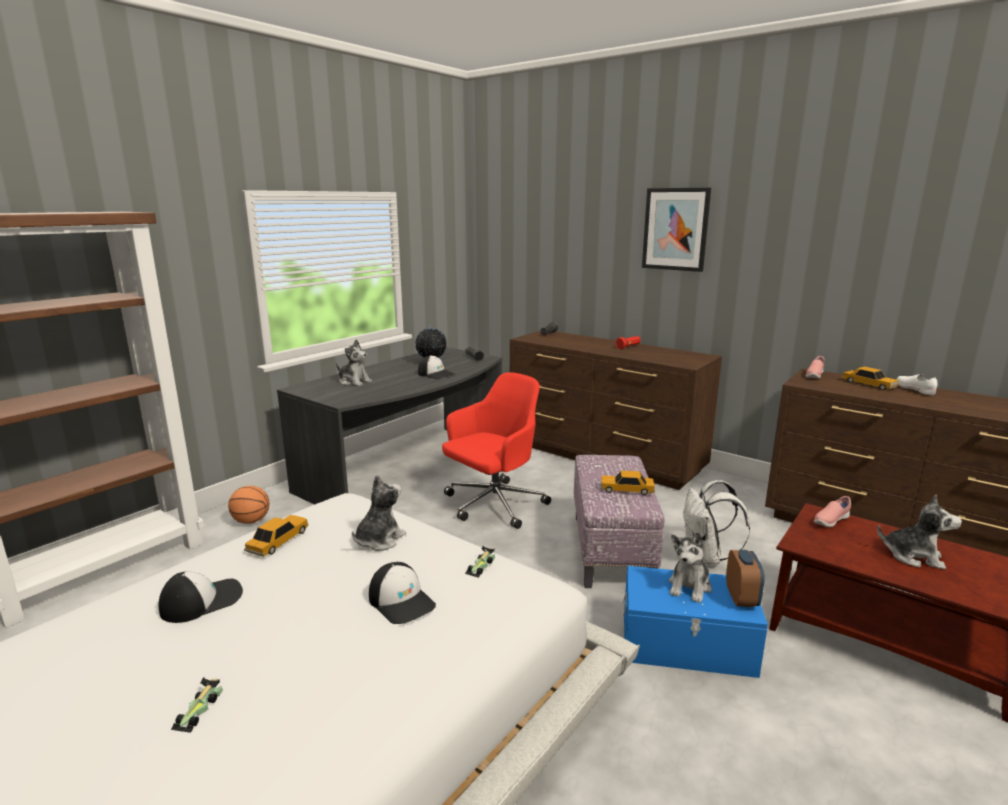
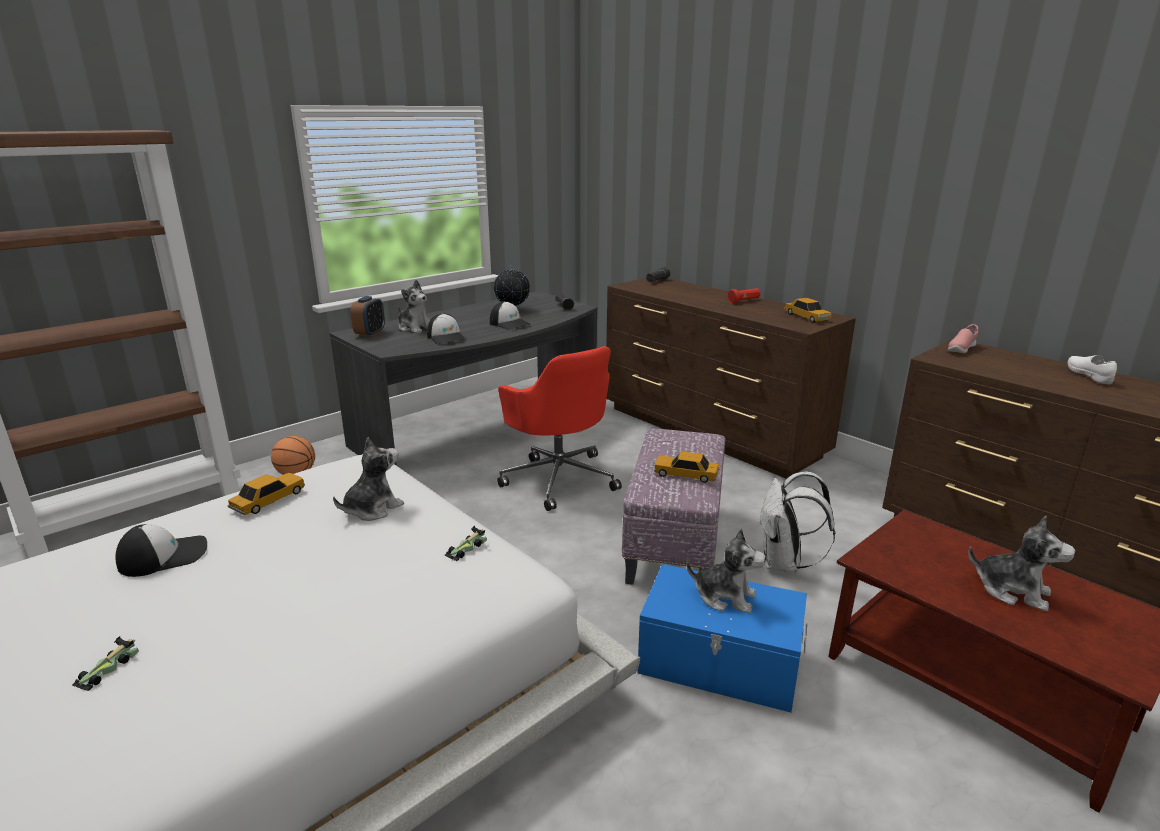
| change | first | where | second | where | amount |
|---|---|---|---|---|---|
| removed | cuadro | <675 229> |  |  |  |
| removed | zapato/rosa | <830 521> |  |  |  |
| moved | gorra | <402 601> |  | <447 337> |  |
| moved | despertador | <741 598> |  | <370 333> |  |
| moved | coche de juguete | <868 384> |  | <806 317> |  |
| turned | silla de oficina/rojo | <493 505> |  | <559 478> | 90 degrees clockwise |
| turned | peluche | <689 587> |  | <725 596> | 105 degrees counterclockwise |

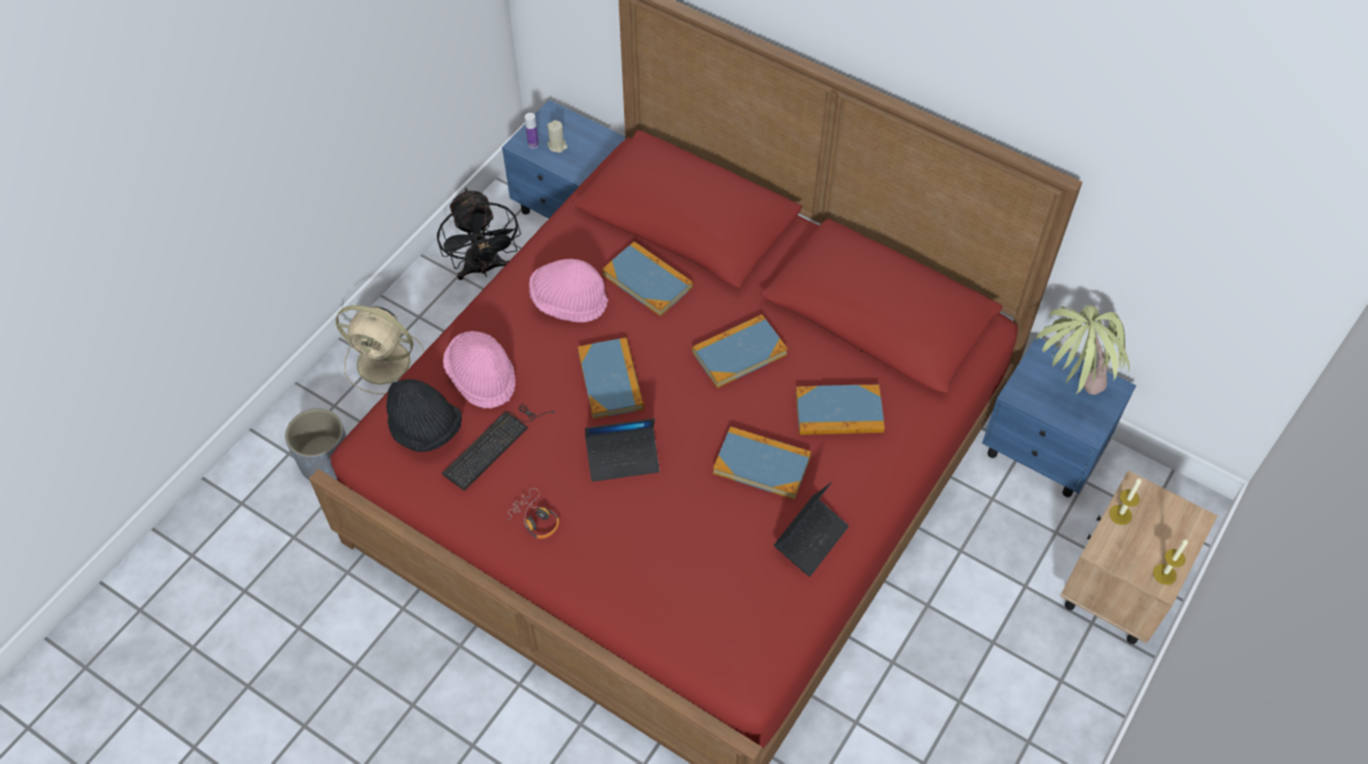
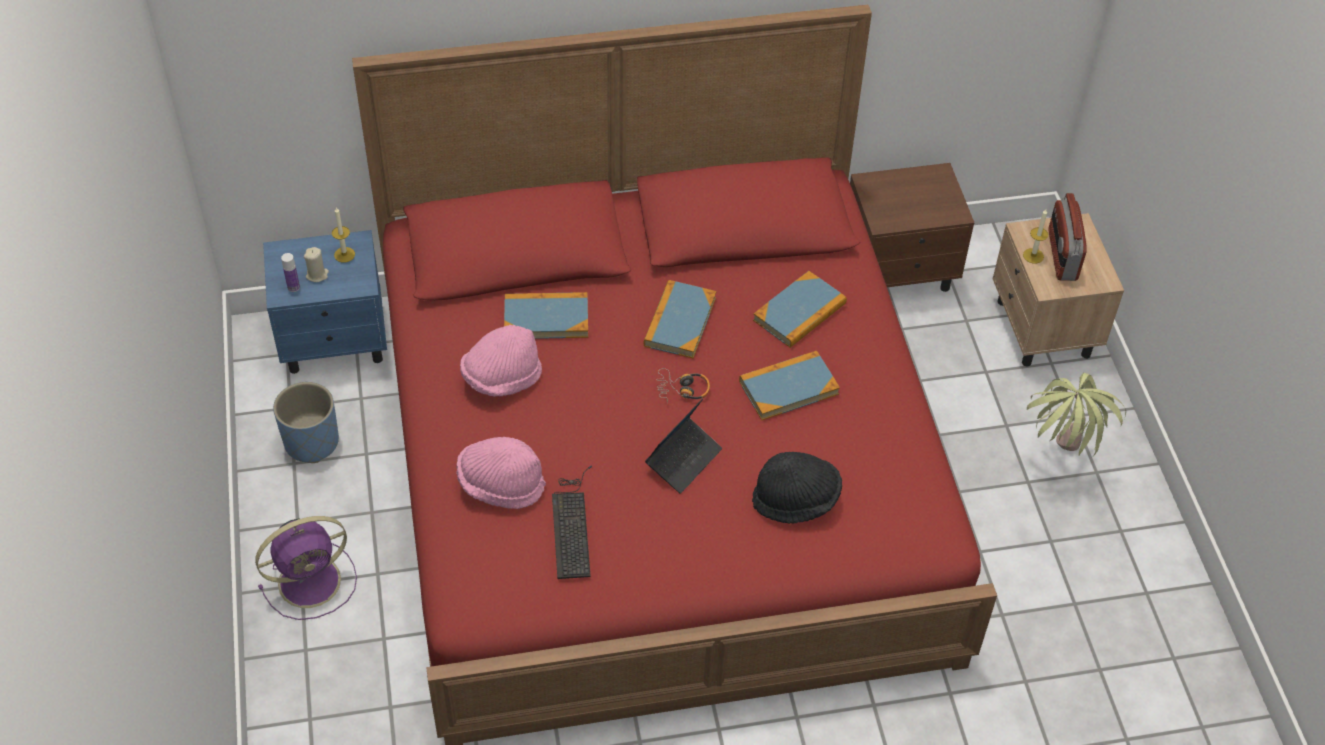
| change | first | where | second | where | amount |
|---|---|---|---|---|---|
| removed | maceta/gris | <326 462> |  |  |  |
| removed | libro | <610 380> |  |  |  |
| removed | portátil | <810 539> |  |  |  |
| added |  |  | radio | <1061 255> |  |
| moved | sombrero/negro | <426 429> |  | <796 500> |  |
| moved | auriculares | <535 519> |  | <682 390> |  |
| moved | planta en maceta | <1065 394> |  | <1056 464> |  |
| moved | vela | <1164 574> |  | <344 254> |  |
| replaced | ventilador/negro | <484 269> | maceta/azul | <311 442> |  |
| recoloured | ventilador/beis | <386 363> | ventilador/morado | <312 580> |  |
| recoloured | mesita de noche/azul | <1044 452> | mesita de noche/marrón | <900 271> |  |

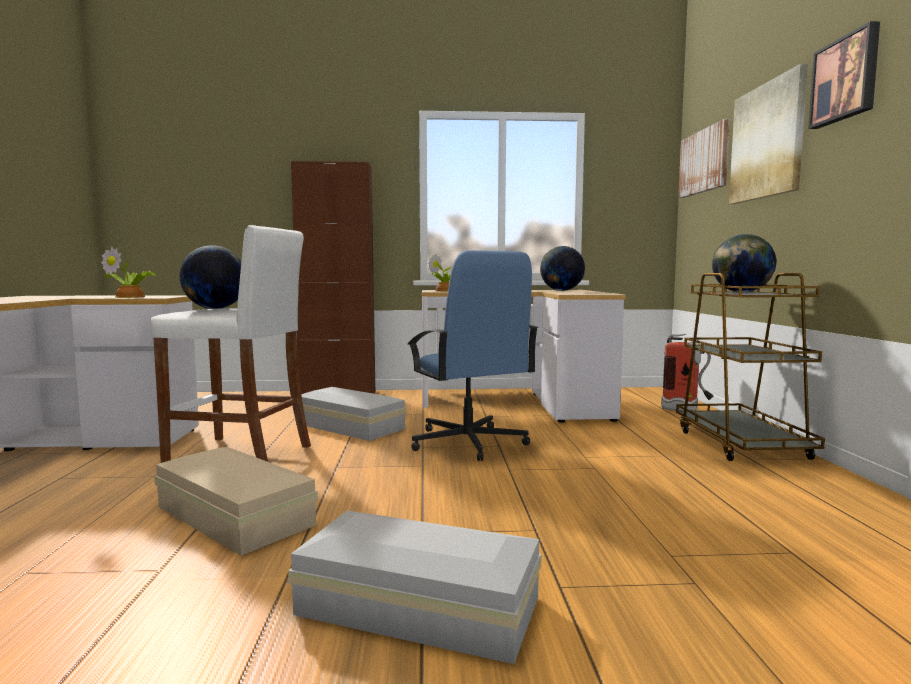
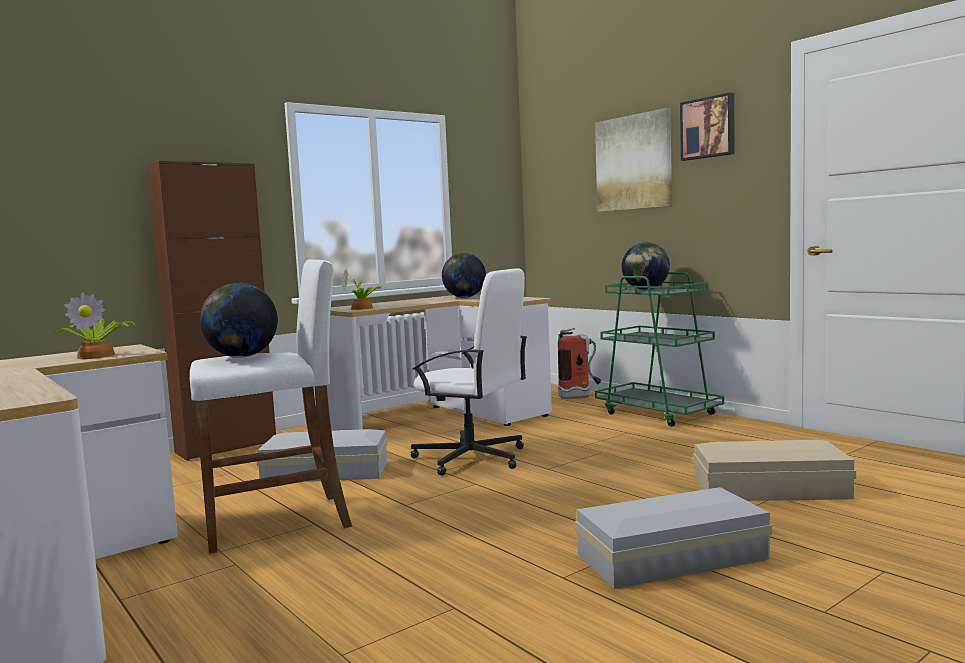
| change | first | where | second | where | amount |
|---|---|---|---|---|---|
| removed | cuadro | <704 161> |  |  |  |
| moved | caja de almacenaje/beis | <234 517> |  | <773 489> |  |
| recoloured | silla de oficina/azul | <468 443> | silla de oficina/blanco | <472 458> |  |
| recoloured | carrito/marrón | <741 444> | carrito/verde | <658 413> |  |

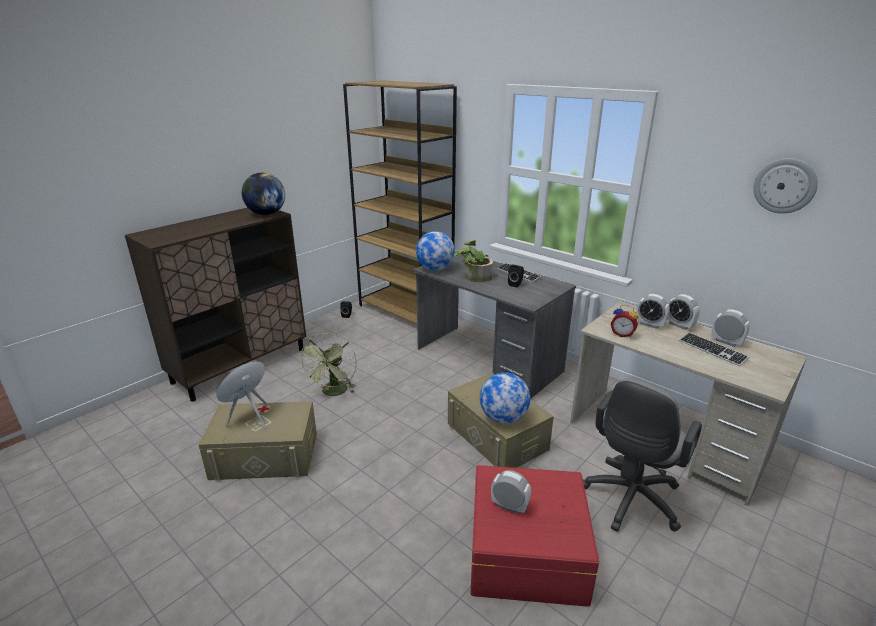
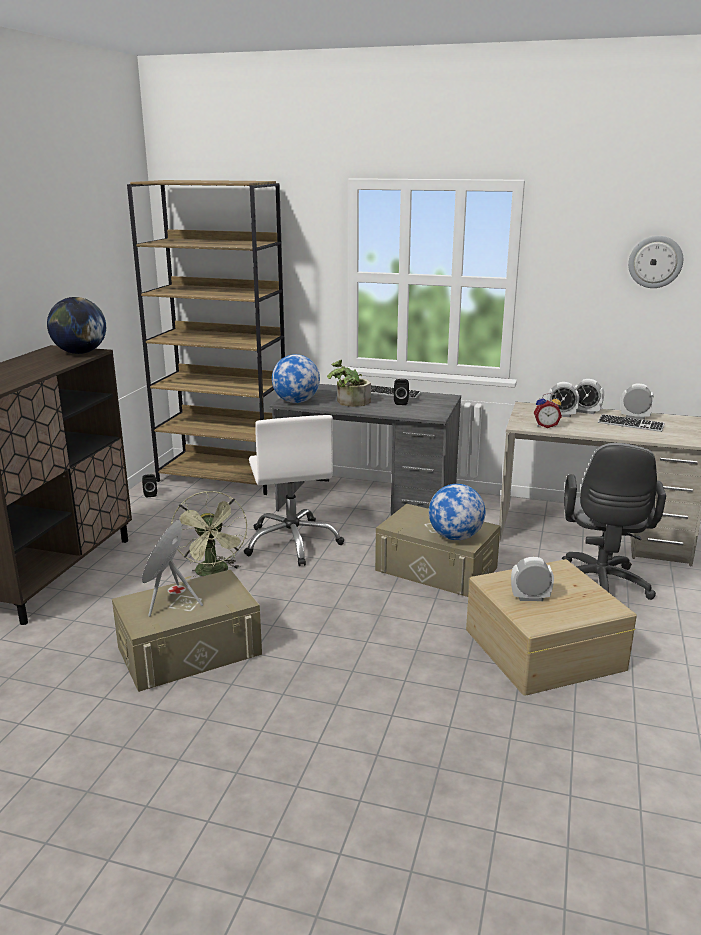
| change | first | where | second | where | amount |
|---|---|---|---|---|---|
| added |  |  | silla de oficina/blanco | <292 542> |  |
| recoloured | caja de almacenaje/rojo | <525 550> | caja de almacenaje/beis | <542 649> |  |

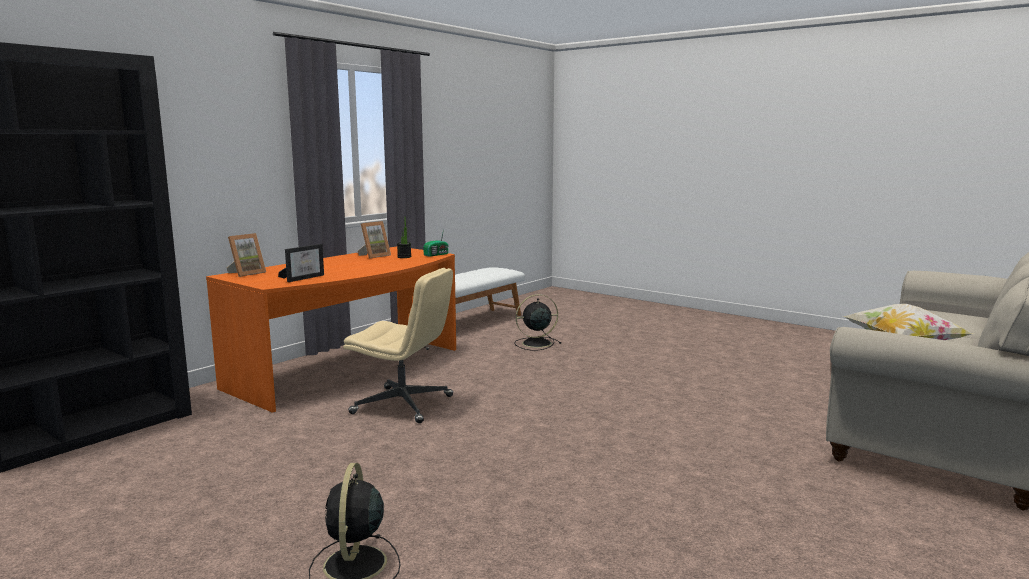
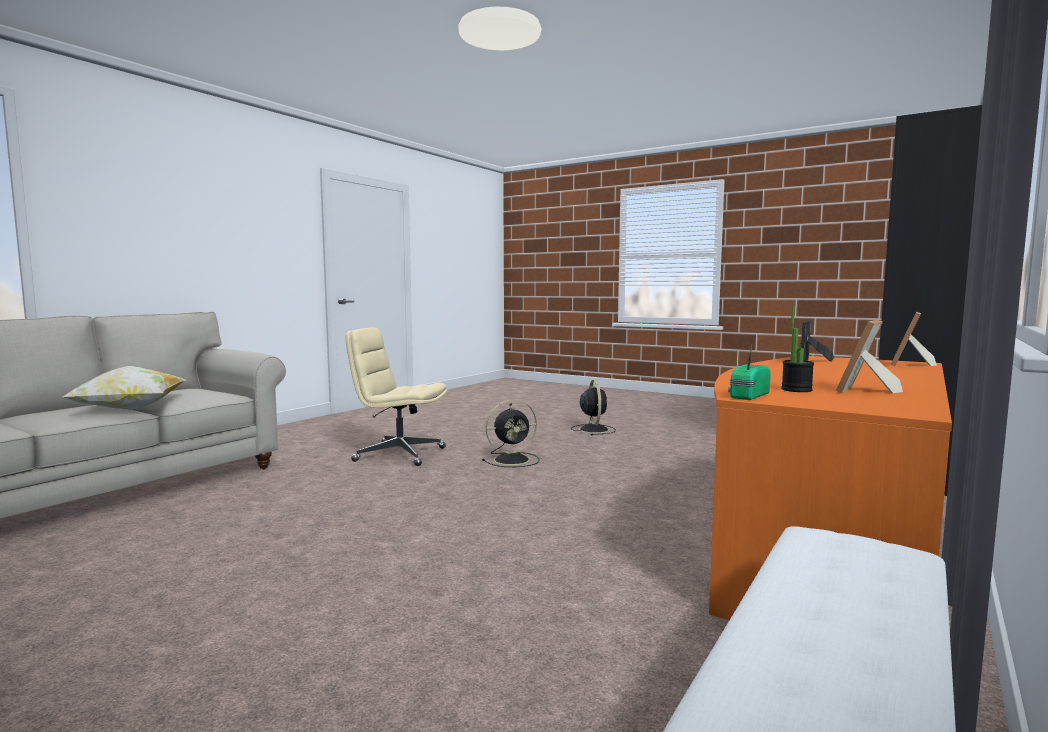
| change | first | where | second | where | amount |
|---|---|---|---|---|---|
| moved | silla de oficina/beis | <404 405> |  | <399 454> |  |
| moved | ventilador/negro | <535 343> |  | <513 460> |  |

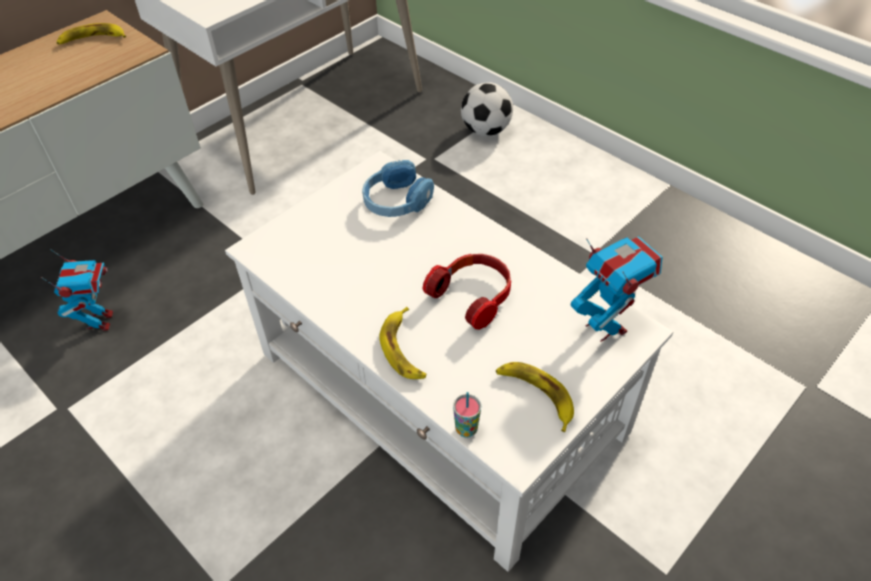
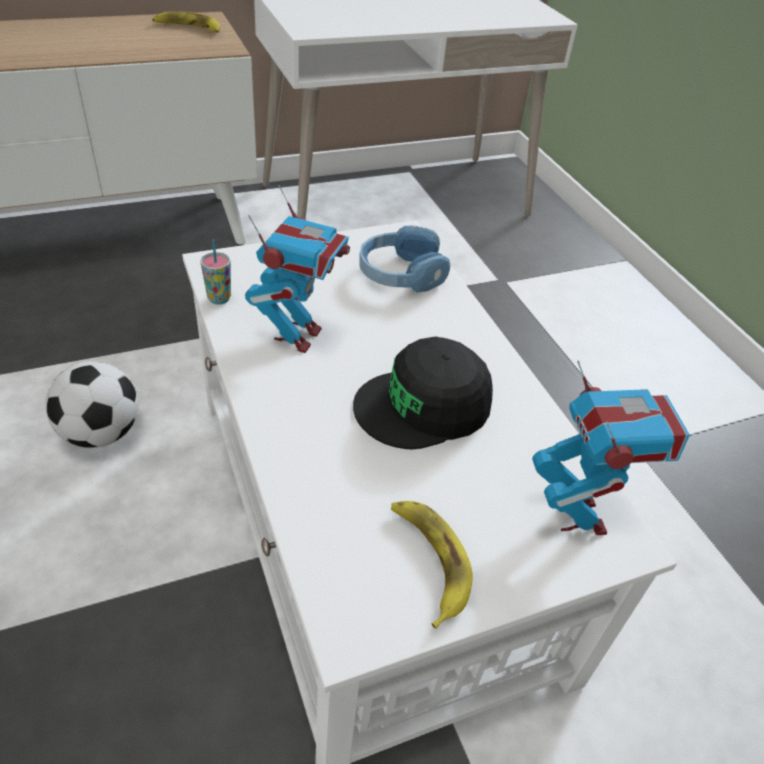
| change | first | where | second | where | amount |
|---|---|---|---|---|---|
| removed | plátano | <404 349> |  |  |  |
| moved | robot de juguete | <100 321> |  | <297 336> |  |
| moved | taza | <466 429> |  | <219 298> |  |
| moved | balón de fútbol | <486 130> |  | <101 433> |  |
| replaced | auriculares | <473 295> | gorra/negro | <424 405> |  |

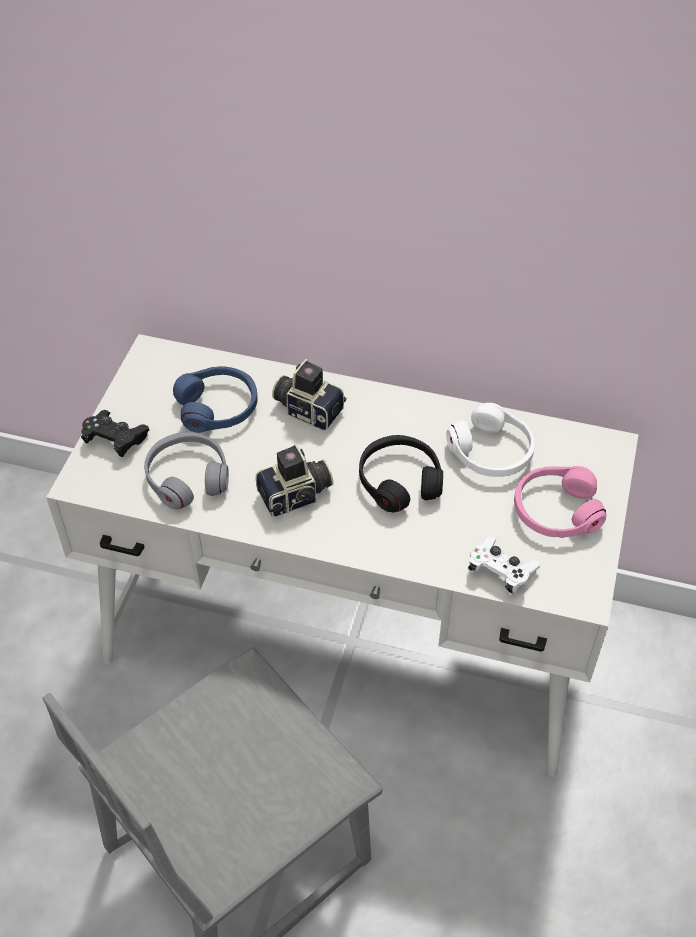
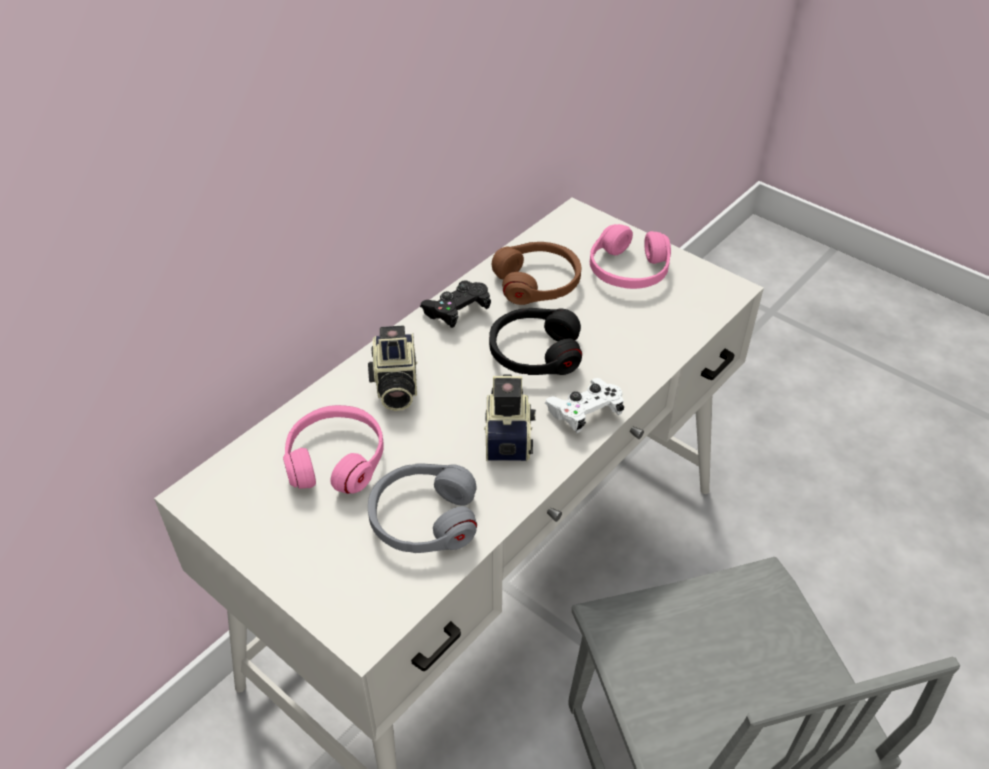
| change | first | where | second | where | amount |
|---|---|---|---|---|---|
| moved | mando de consola/negro | <115 439> |  | <457 311> |  |
| moved | mando de consola/blanco | <500 572> |  | <585 413> |  |
| recoloured | auriculares/azul | <218 407> | auriculares/rosa | <336 459> |  |
| recoloured | auriculares/blanco | <491 452> | auriculares/marrón | <537 283> |  |
| turned | cámara | <309 409> |  | <394 386> | 60 degrees counterclockwise |

